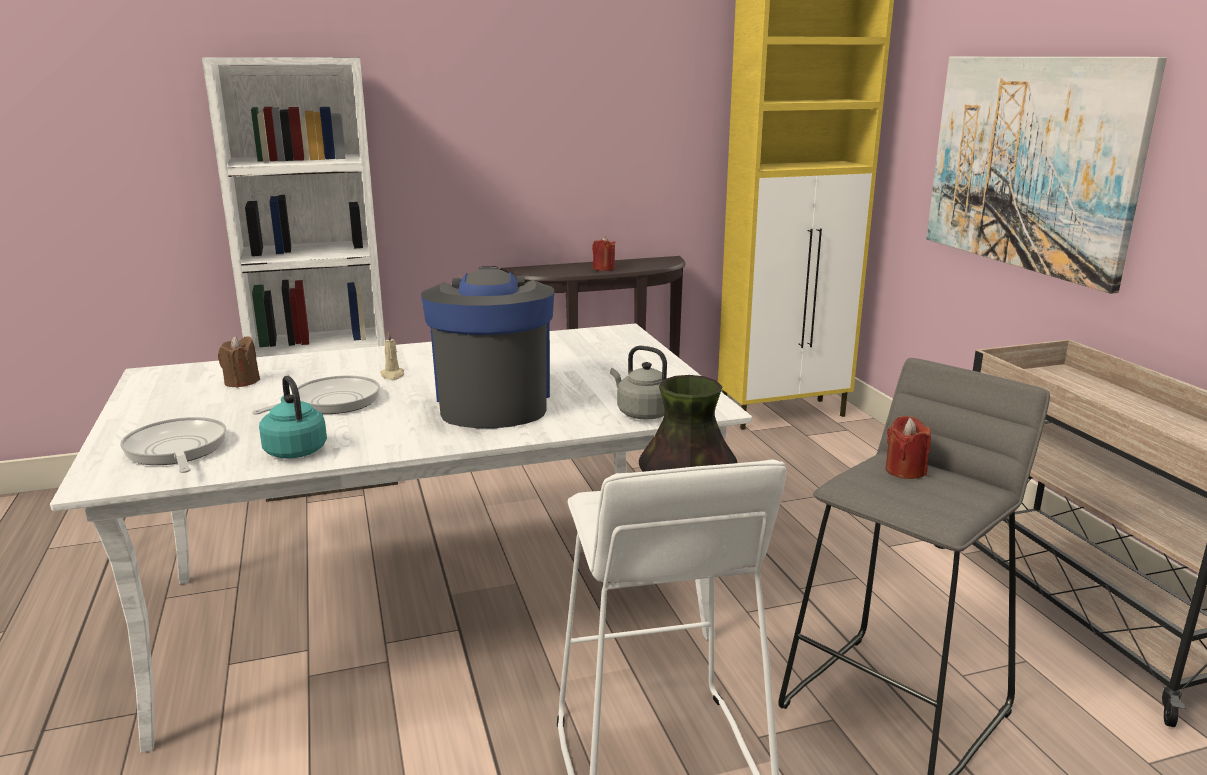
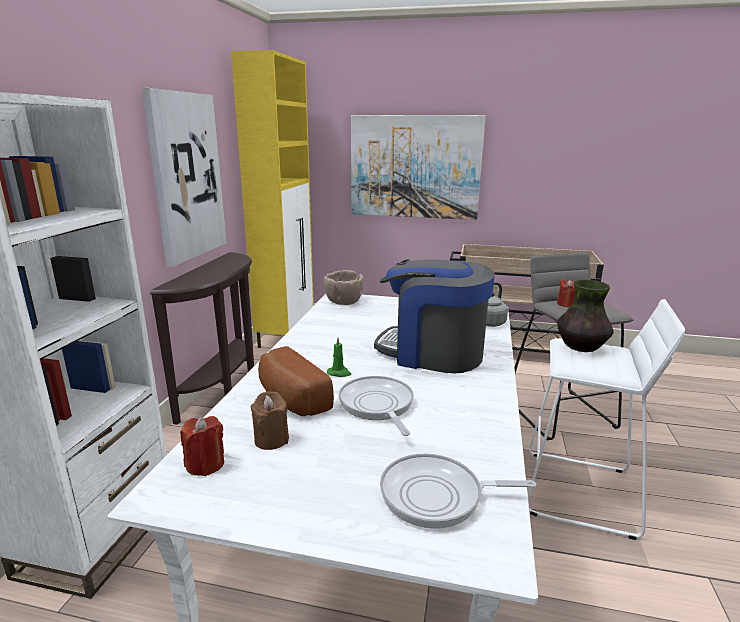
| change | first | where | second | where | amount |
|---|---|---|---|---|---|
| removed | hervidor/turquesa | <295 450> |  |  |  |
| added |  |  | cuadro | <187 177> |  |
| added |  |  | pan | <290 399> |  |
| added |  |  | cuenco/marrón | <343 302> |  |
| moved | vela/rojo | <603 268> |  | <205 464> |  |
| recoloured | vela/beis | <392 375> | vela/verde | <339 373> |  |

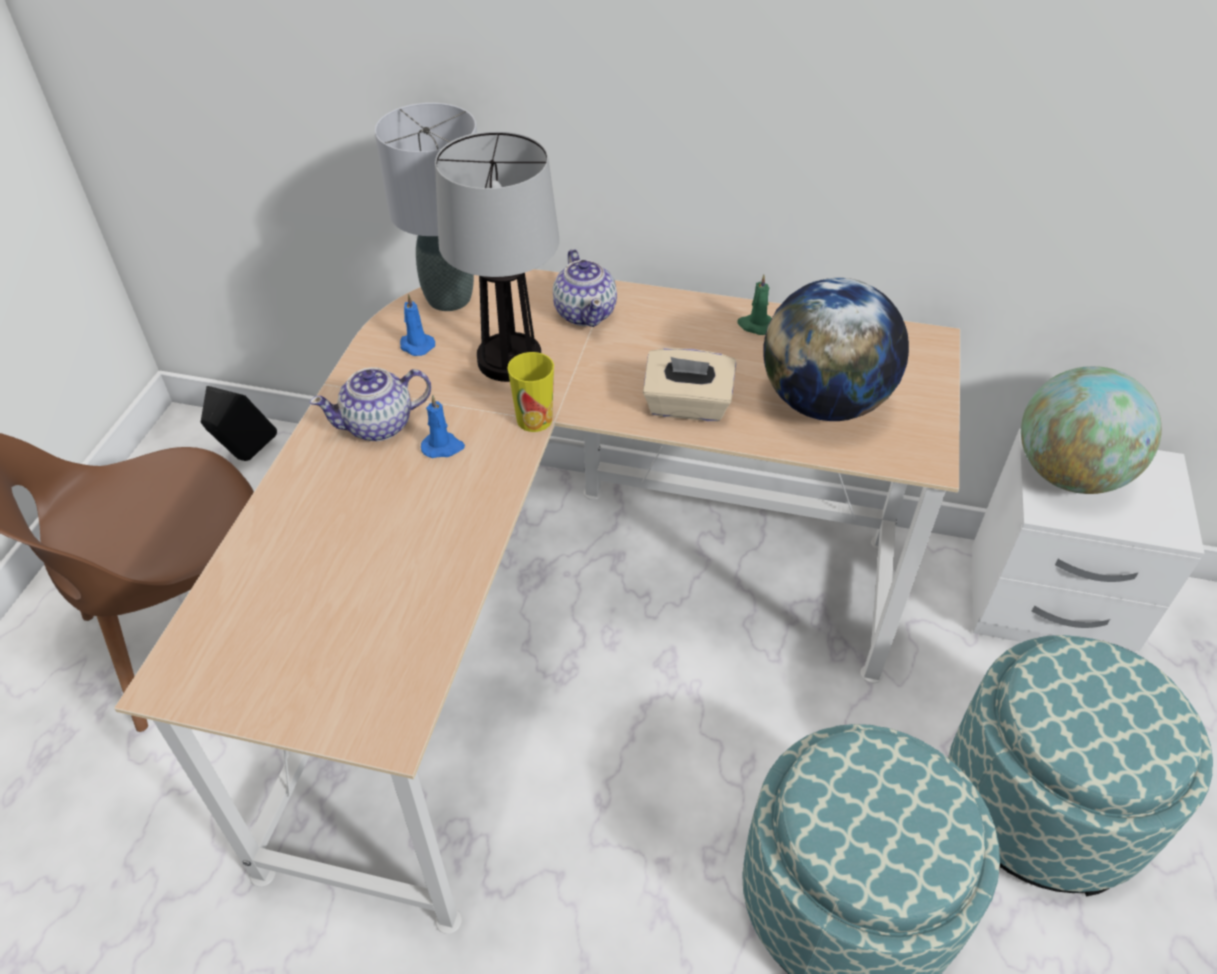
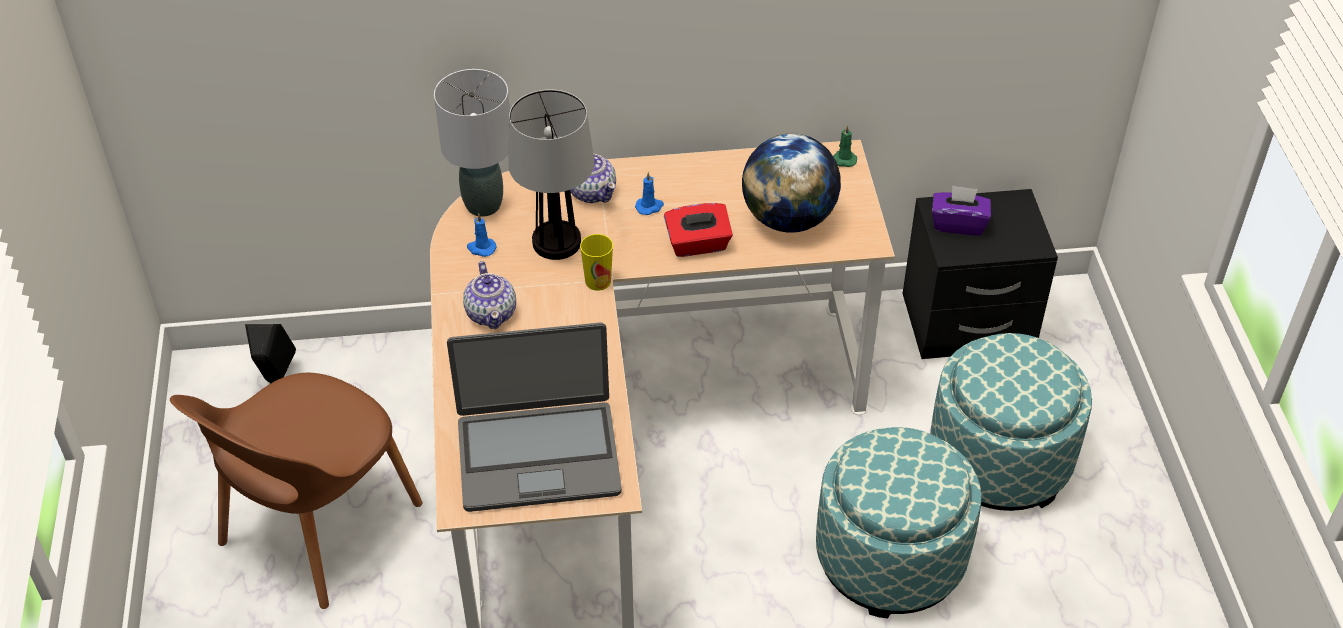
| change | first | where | second | where | amount |
|---|---|---|---|---|---|
| added |  |  | portátil | <538 455> |  |
| moved | vela/azul | <443 447> |  | <649 207> |  |
| moved | vela/verde | <755 325> |  | <842 160> |  |
| replaced | globo terráqueo | <1068 474> | caja de pañuelos/morado | <958 224> |  |
| recoloured | caja de pañuelos/beis | <687 406> | caja de pañuelos/rojo | <698 245> |  |
| recoloured | mesita de noche/blanco | <1046 605> | mesita de noche/negro | <968 324> |  |
| turned | tetera | <380 425> |  | <491 313> | 60 degrees counterclockwise |

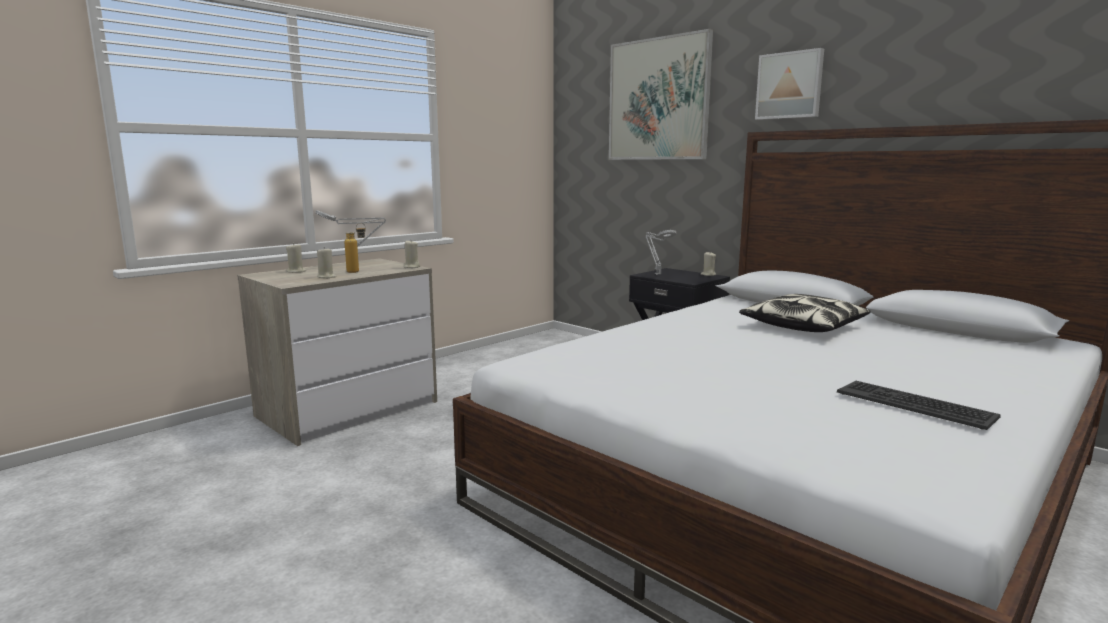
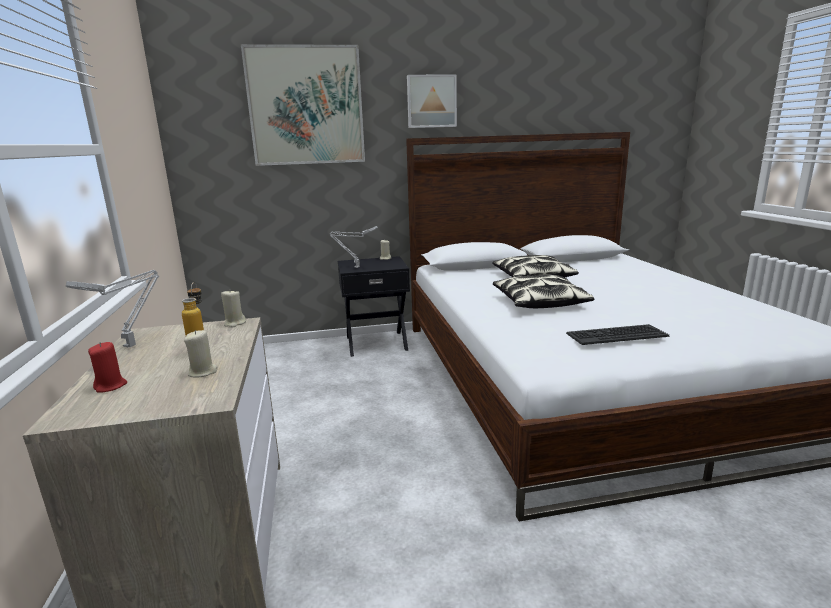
| change | first | where | second | where | amount |
|---|---|---|---|---|---|
| added |  |  | cojín | <539 302> |  |
| moved | teclado | <914 404> |  | <616 335> |  |
| recoloured | vela/beis | <296 271> | vela/rojo | <111 386> |  |

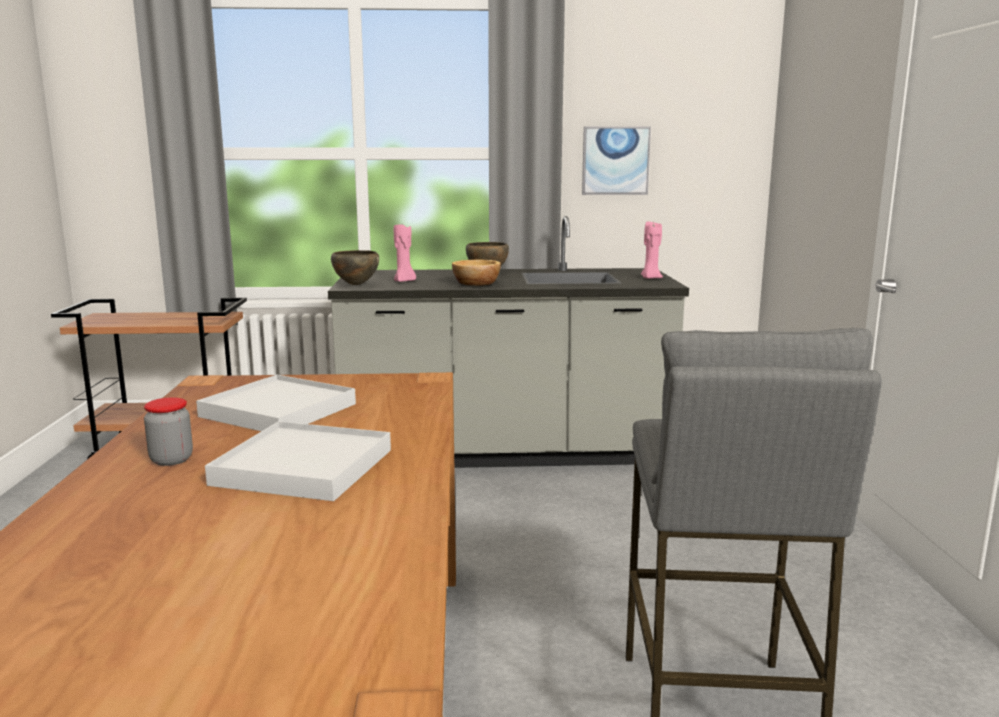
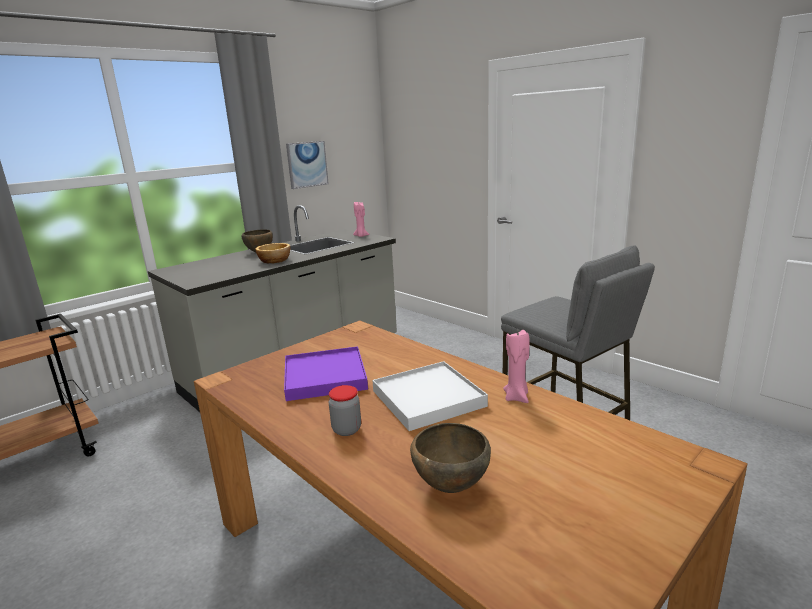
| change | first | where | second | where | amount |
|---|---|---|---|---|---|
| moved | cuenco/marrón | <355 284> |  | <450 487> |  |
| moved | vela/rosa | <404 281> |  | <517 397> |  |
| recoloured | bandeja/blanco | <278 410> | bandeja/morado | <324 377> |  |

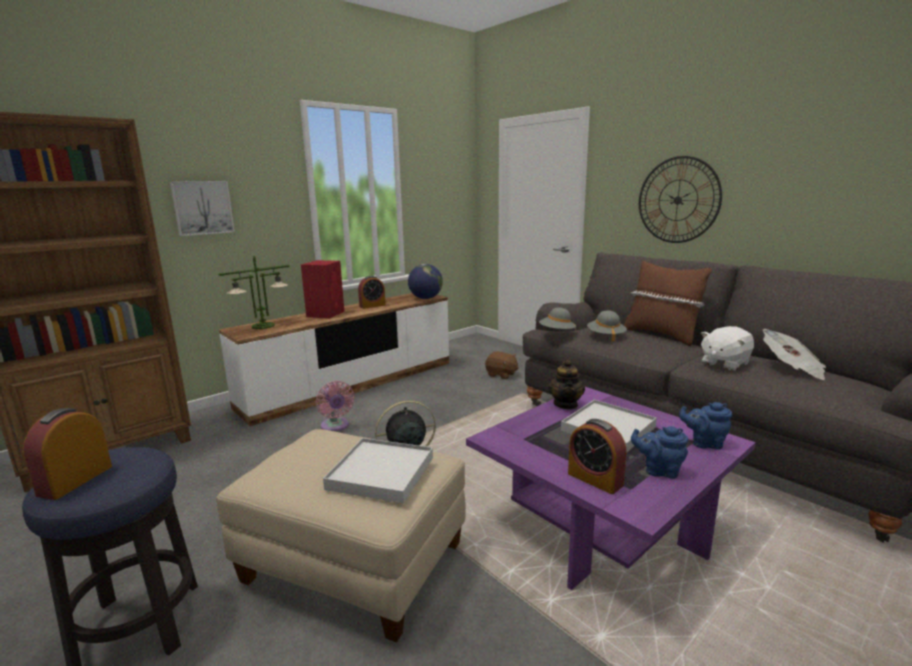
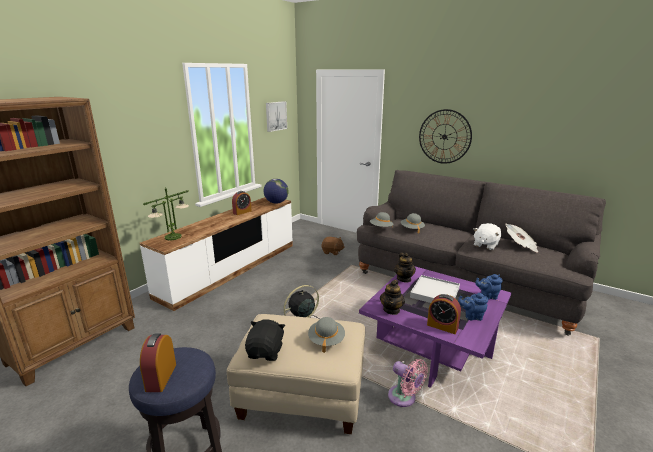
| change | first | where | second | where | amount |
|---|---|---|---|---|---|
| removed | altavoz/rojo | <326 314> |  |  |  |
| removed | cojín/marrón | <661 335> |  |  |  |
| added |  |  | peluche/negro | <266 352> |  |
| added |  |  | tetera | <391 310> |  |
| moved | cuadro | <202 207> |  | <275 116> |  |
| moved | ventilador/rosa | <335 426> |  | <404 398> |  |
| replaced | bandeja/blanco | <381 473> | sombrero/gris | <326 340> |  |

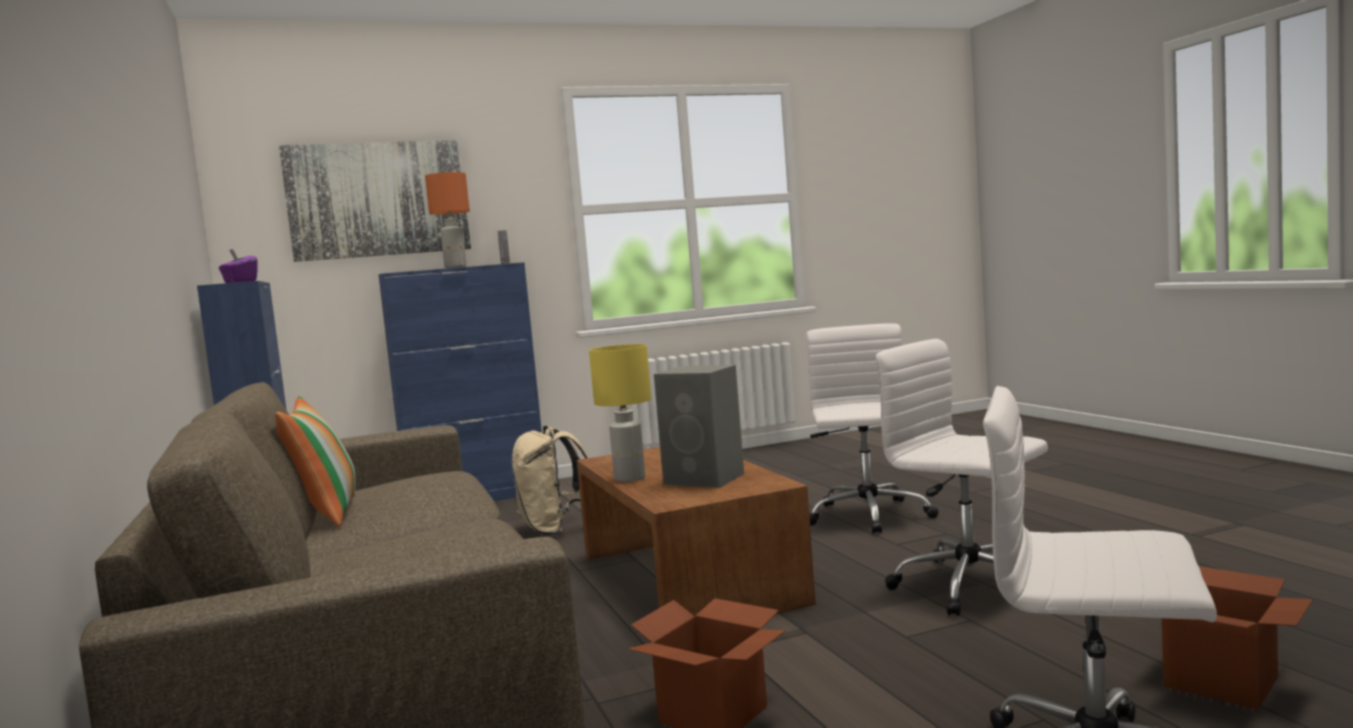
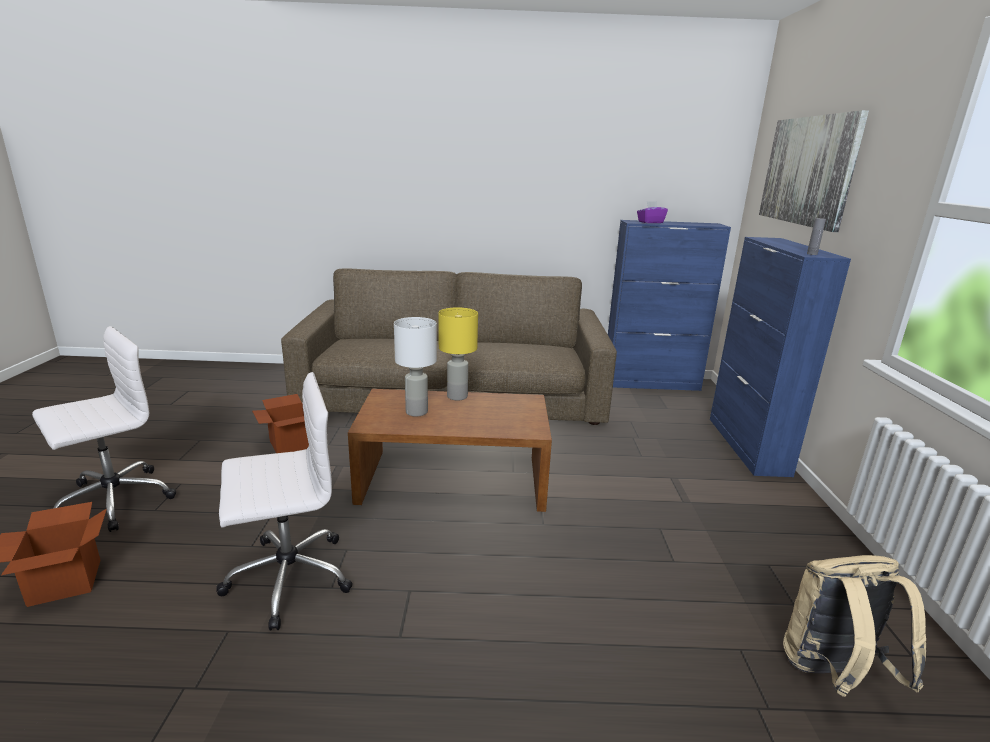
| change | first | where | second | where | amount |
|---|---|---|---|---|---|
| removed | cojín | <325 513> |  |  |  |
| removed | lámpara de mesa/naranja | <456 267> |  |  |  |
| removed | silla de oficina/blanco | <869 516> |  |  |  |
| moved | mochila/beis | <555 530> |  | <832 674> |  |
| replaced | altavoz/gris | <706 479> | lámpara de mesa/blanco | <416 412> |  |

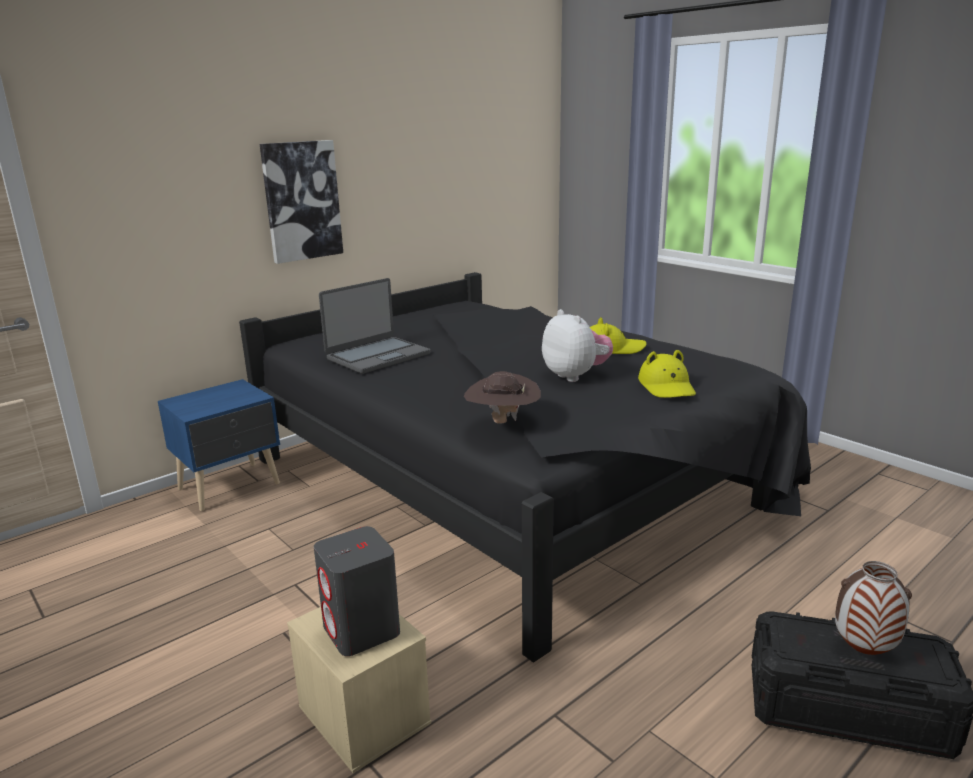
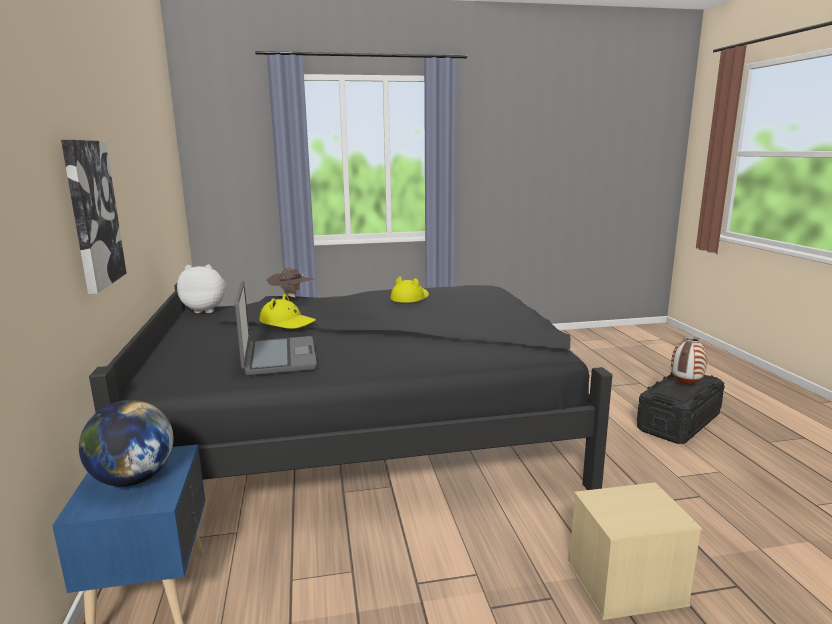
| change | first | where | second | where | amount |
|---|---|---|---|---|---|
| removed | altavoz/gris | <362 630> |  |  |  |
| added |  |  | globo terráqueo | <133 479> |  |
| moved | sombrero/marrón | <502 422> |  | <292 298> |  |
| moved | peluche | <575 376> |  | <206 310> |  |
| moved | sombrero/amarillo | <667 387> |  | <287 322> |  |

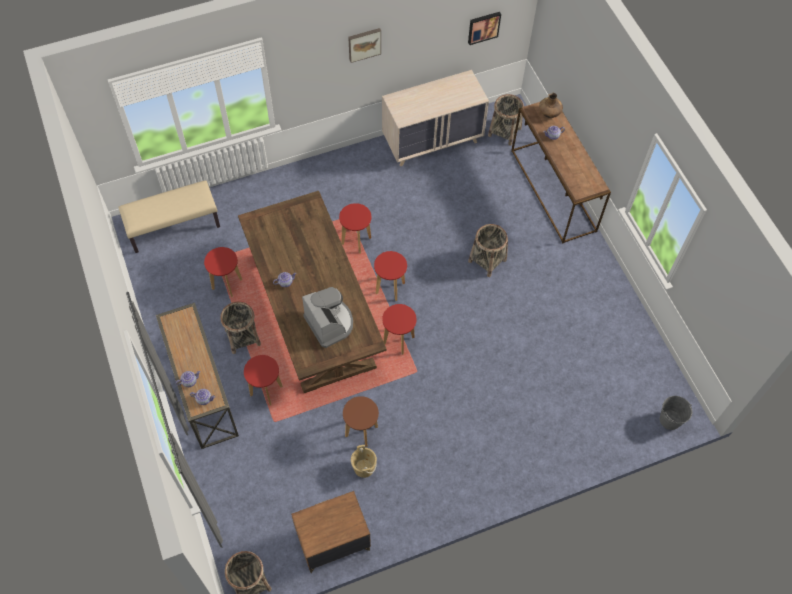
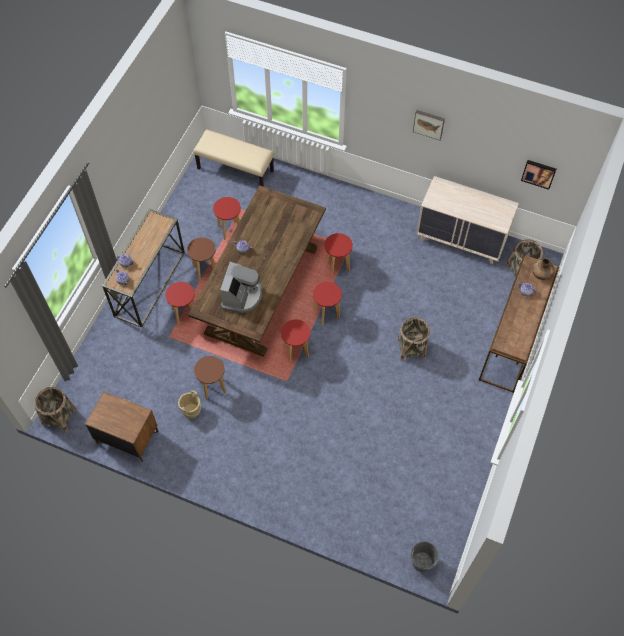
| change | first | where | second | where | amount |
|---|---|---|---|---|---|
| replaced | cesta | <242 337> | taburete/marrón | <205 270> |  |

